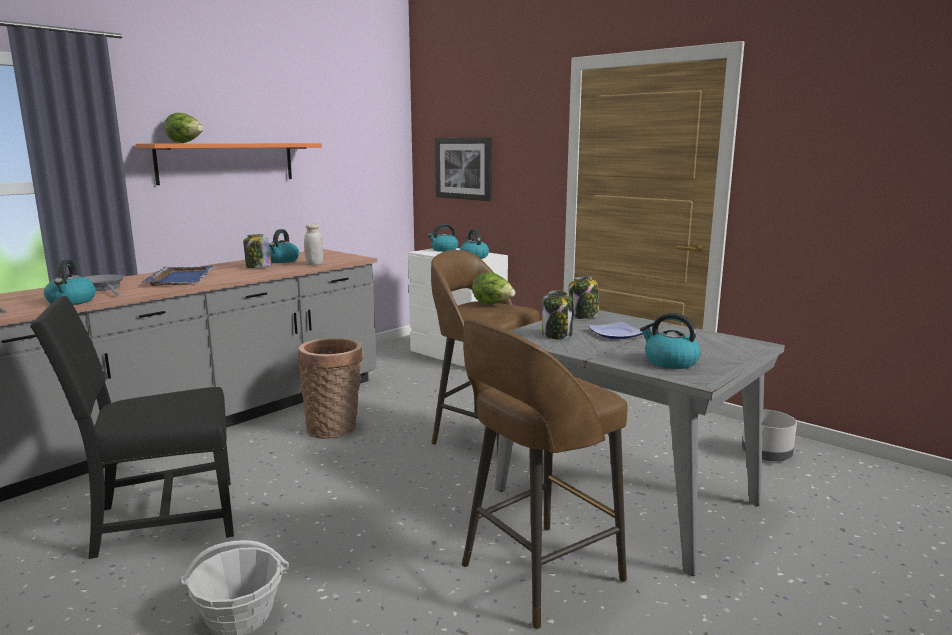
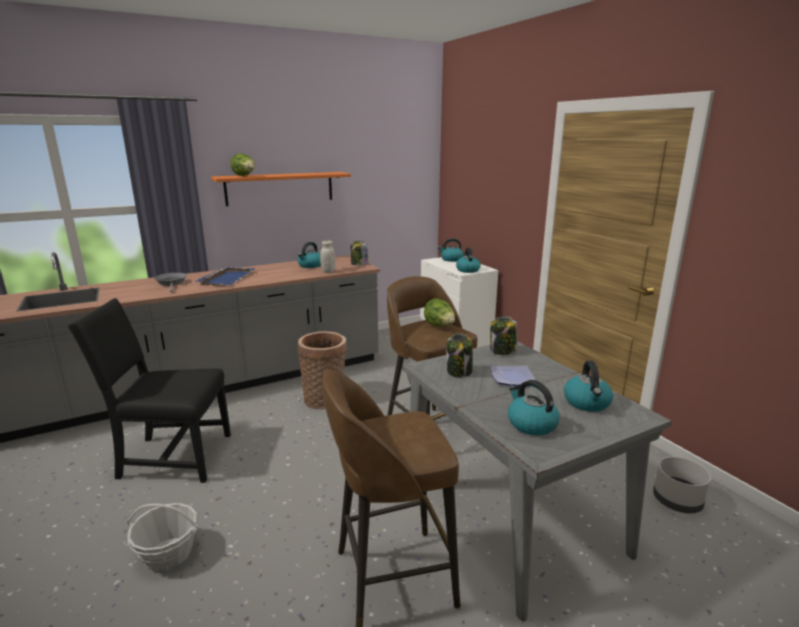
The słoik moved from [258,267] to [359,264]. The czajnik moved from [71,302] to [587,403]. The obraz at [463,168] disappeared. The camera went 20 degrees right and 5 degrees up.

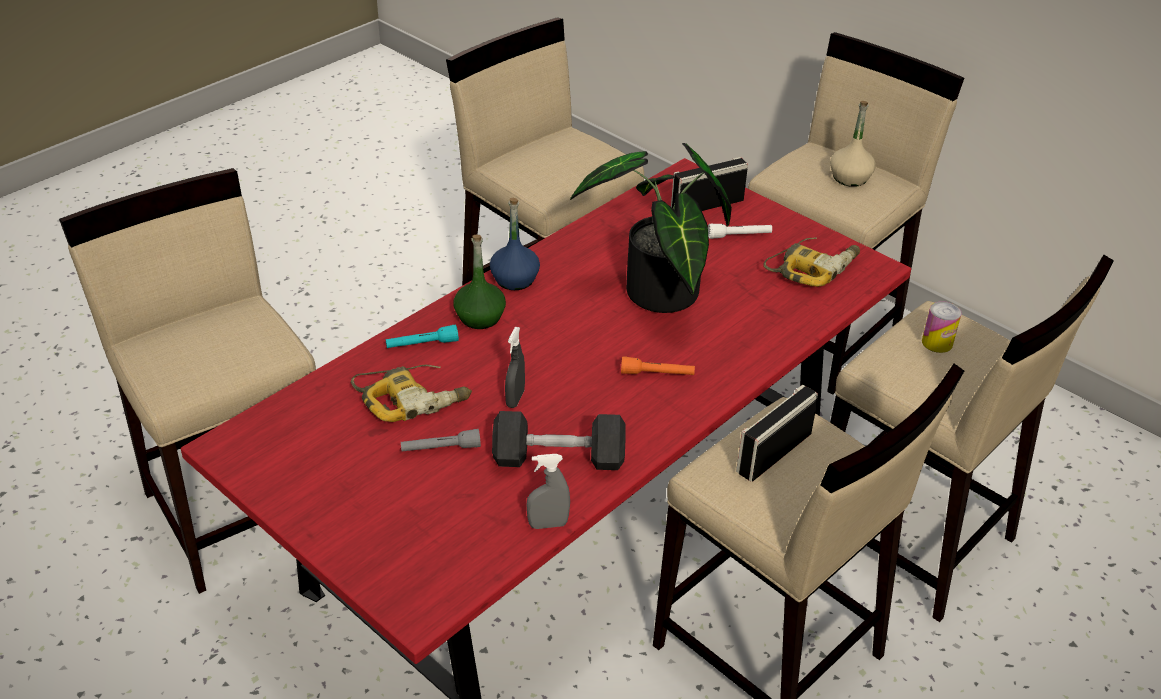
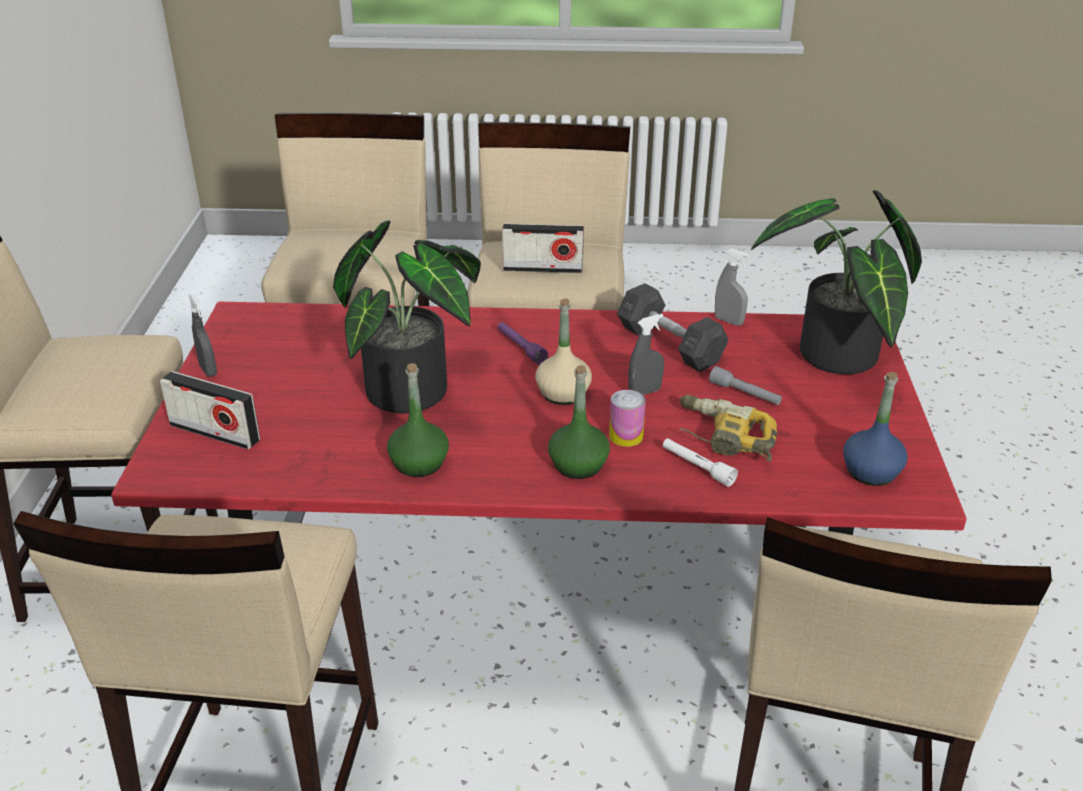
The spryskiwacz [szary] at [208,370] appeared. The butelka [zielony] at [419,463] appeared. The latarka [pomarańczowy] at [657,374] became the latarka [fioletowy] at [520,348]. The butelka [beżowy] moved from [850,178] to [563,393]. The puszka moved from [937,342] to [626,436]. The latarka [biały] moved from [739,236] to [697,467]. The roślina doniczkowa at [835,360] appeared. The butelka [niebieski] moved from [515,279] to [871,472]. The latarka [turkusowy] at [422,344] disappeared. The wiertarka at [812,267] disappeared. The camera went 130 degrees left and 5 degrees down.

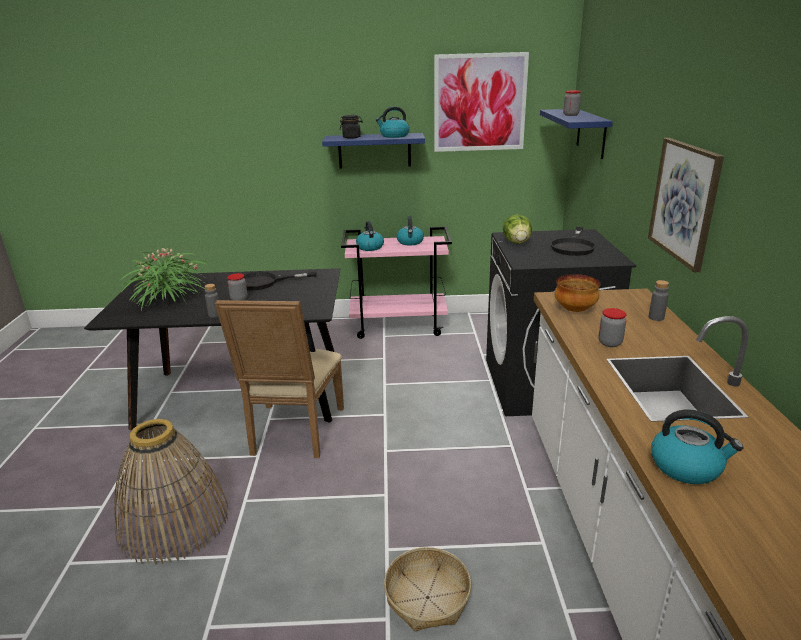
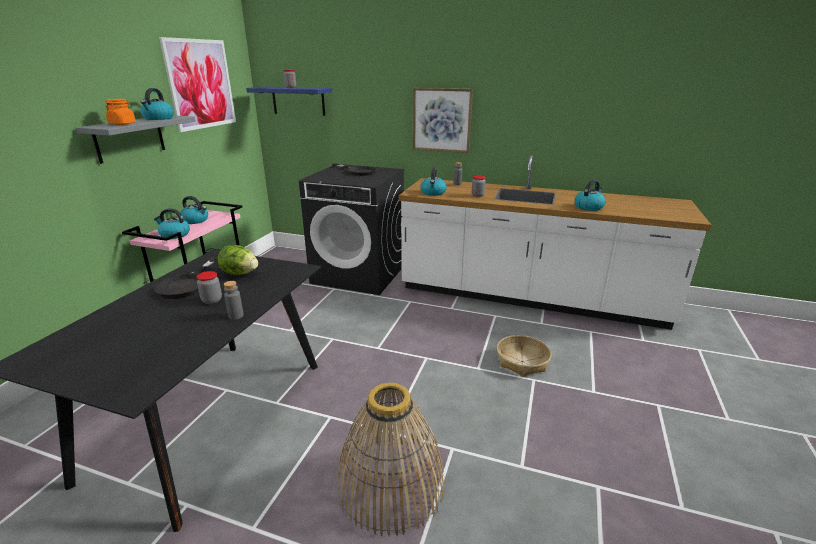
The półka [niebieski] at [374,150] became the półka [szary] at [130,138]. The słoik [czarny] at [351,137] became the słoik [pomarańczowy] at [122,124]. The sałata moved from [517,243] to [240,273]. The miska at [575,310] was replaced by the czajnik at [433,193]. The roślina doniczkowa at [168,297] disappeared. The krzesło [beżowy] at [293,434] disappeared. The camera went 70 degrees left and 0 degrees up.

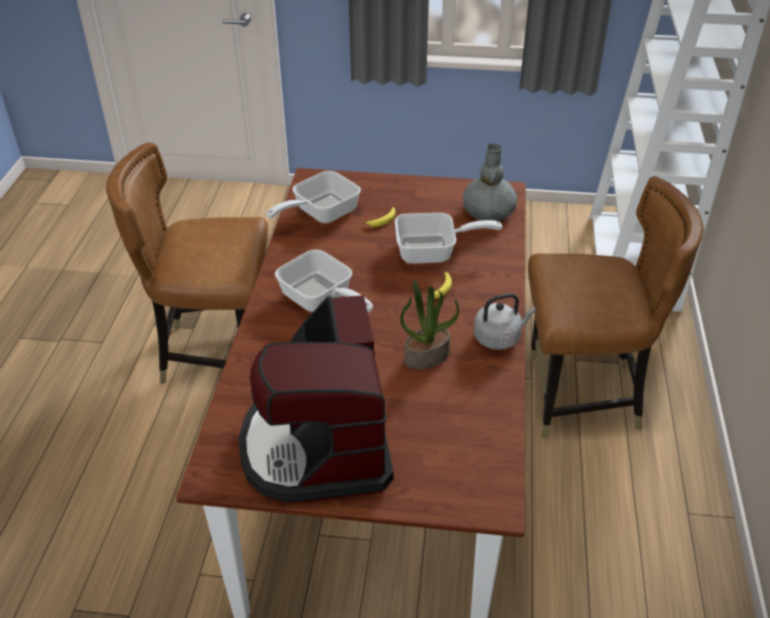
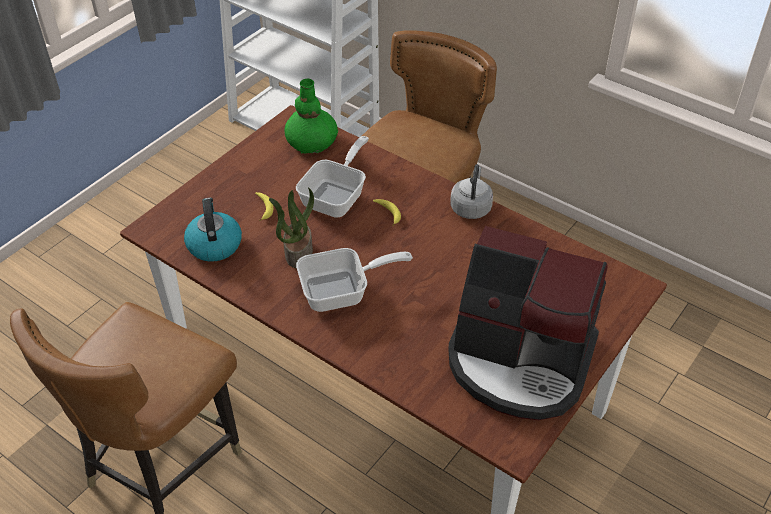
The patelnia at [320,213] was replaced by the czajnik at [214,244]. The roślina doniczkowa moved from [427,356] to [298,252]. The wazon [szary] at [488,211] became the wazon [zielony] at [311,142]. The camera went 60 degrees left and 5 degrees up.

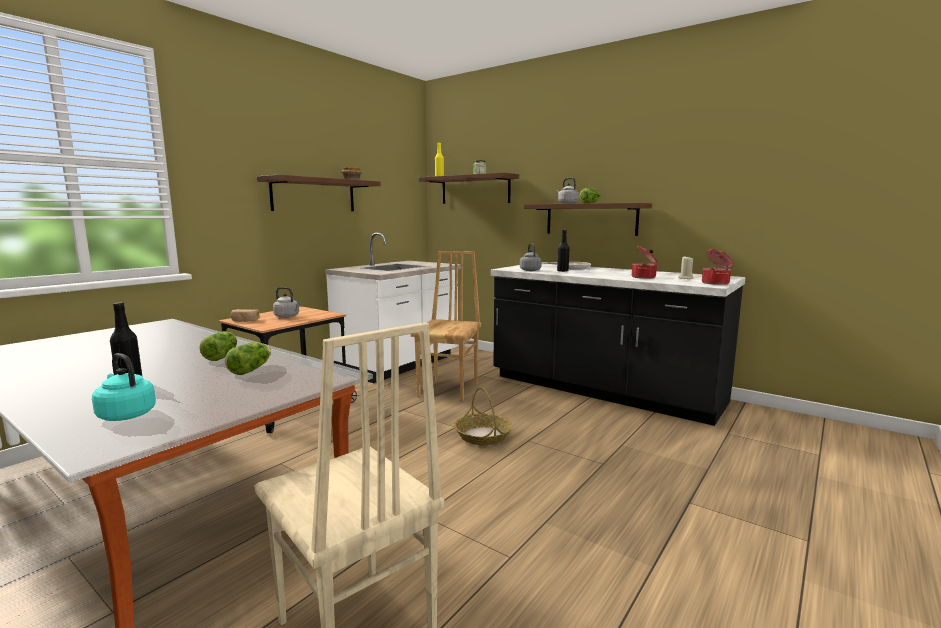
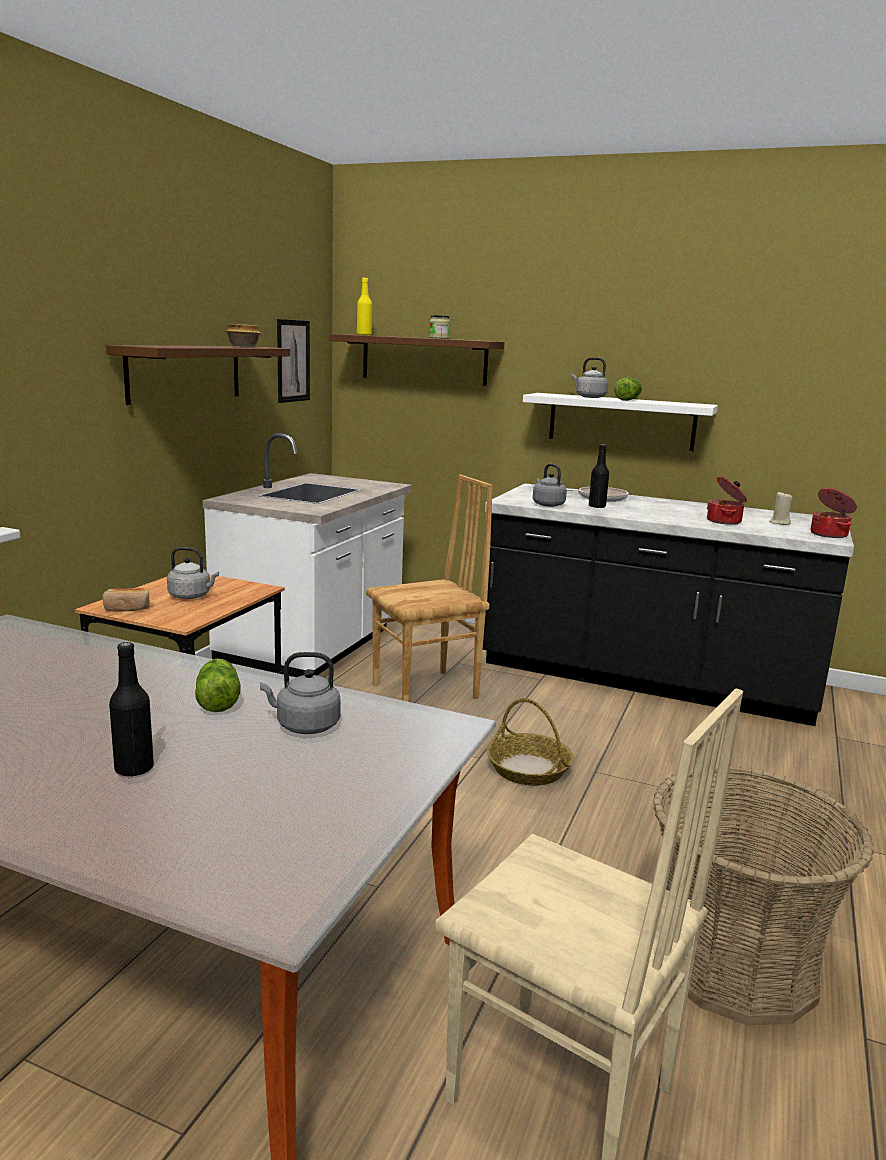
The sałata at [252,369] was replaced by the czajnik [szary] at [304,726]. The obraz at [293,361] appeared. The krzesło [brązowy] at [449,389] turned 60 degrees clockwise. The półka [brązowy] at [591,219] became the półka [biały] at [621,421]. The koszyk at [735,962] appeared. The czajnik [turkusowy] at [125,414] disappeared. The camera went 15 degrees left and 5 degrees up.

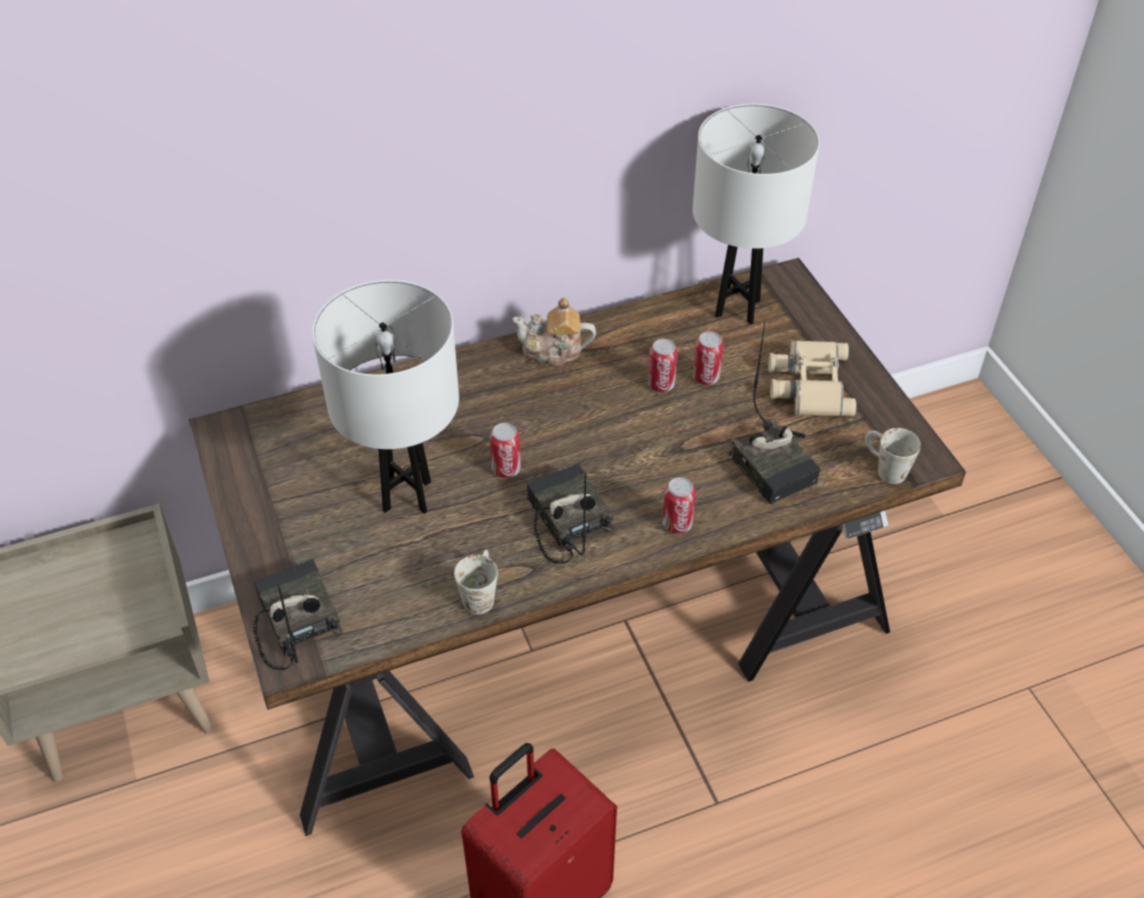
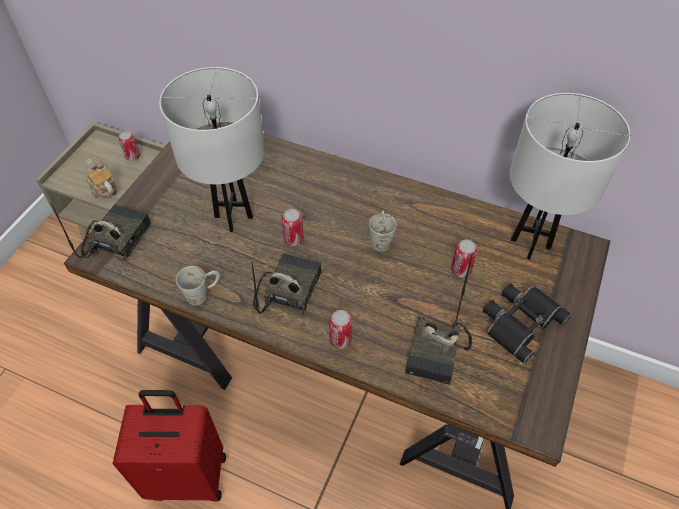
The imbryk moved from [553,351] to [103,188]. The puszka moved from [661,384] to [133,156]. The kubek [biały] moved from [884,468] to [380,238]. The lornetka [beżowy] at [808,384] became the lornetka [czarny] at [520,321]. The camera went 45 degrees right and 5 degrees up.

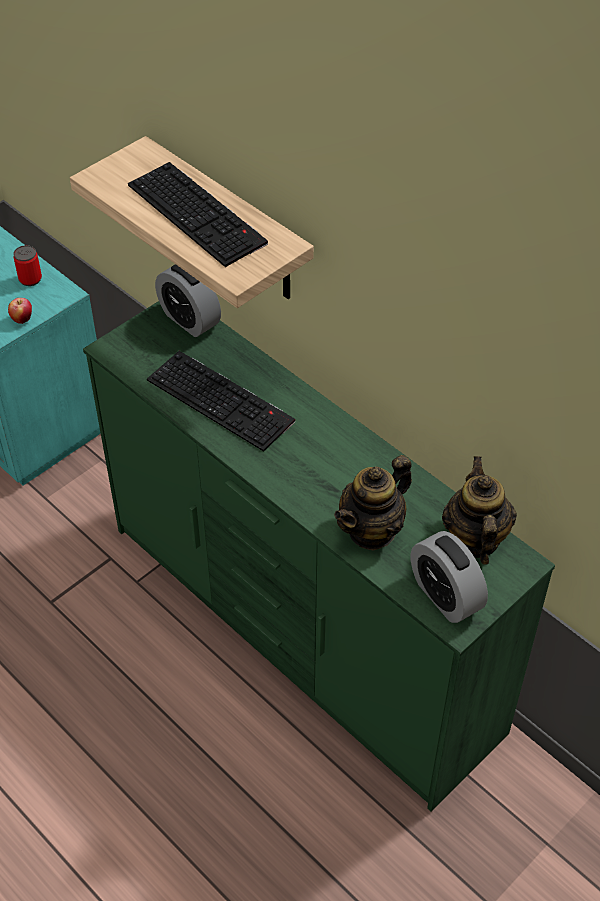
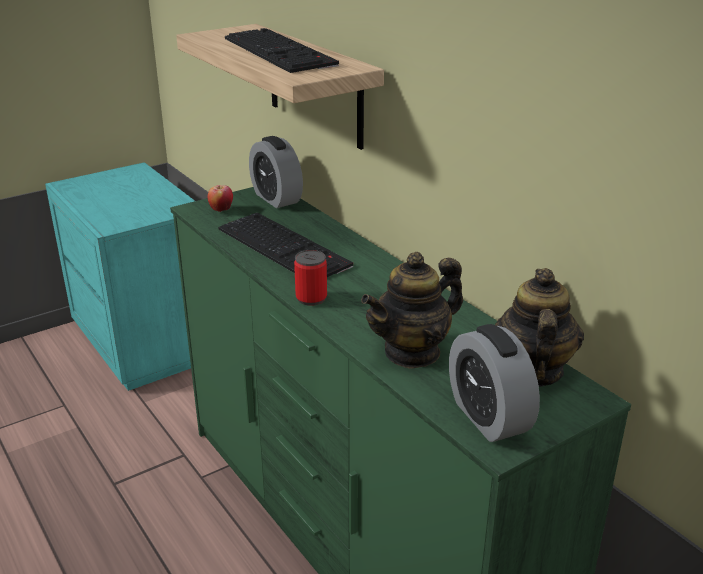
The jabłko moved from [22,319] to [221,210]. The puszka moved from [30,279] to [311,298]. The camera went 10 degrees right and 20 degrees down.

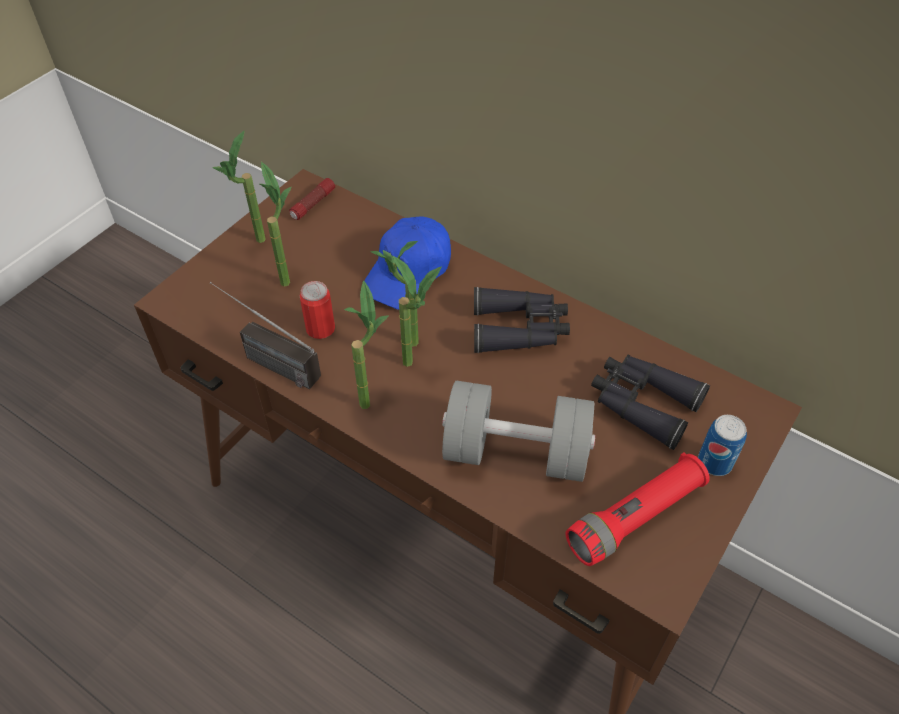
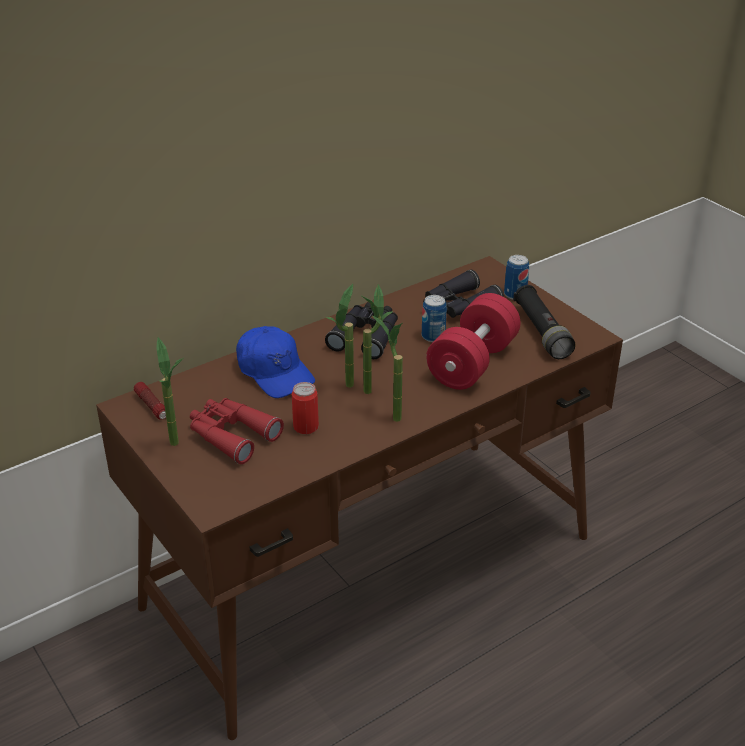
The roślina doniczkowa at [286,275] was replaced by the lornetka [czerwony] at [231,435]. The puszka at [433,336] appeared. The hantel [szary] at [515,452] became the hantel [czerwony] at [472,363]. The latarka [czerwony] at [635,518] became the latarka [czarny] at [541,332]. The radio at [265,360] disappeared. The camera went 70 degrees left and 15 degrees down.

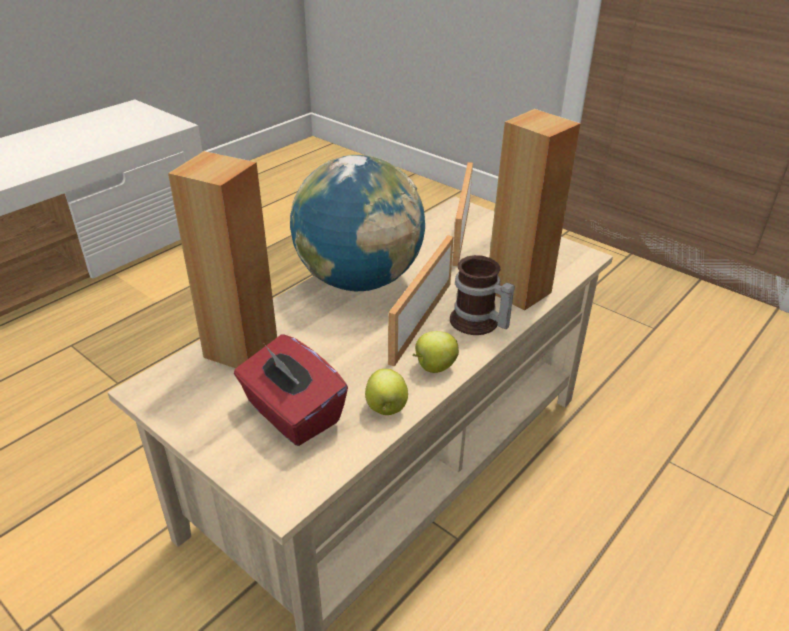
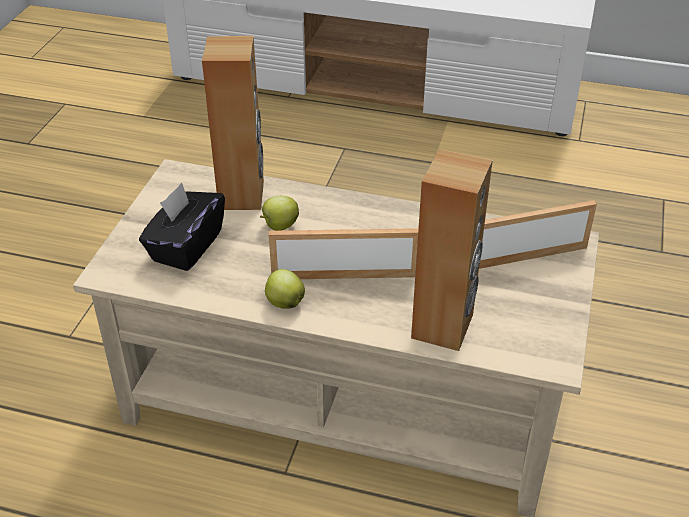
The pudełko chusteczek [czerwony] at [292,414] became the pudełko chusteczek [czarny] at [186,246]. The jabłko moved from [386,408] to [279,226]. The globus at [359,281] disappeared. The kubek at [477,323] disappeared. The camera went 65 degrees right and 5 degrees up.

